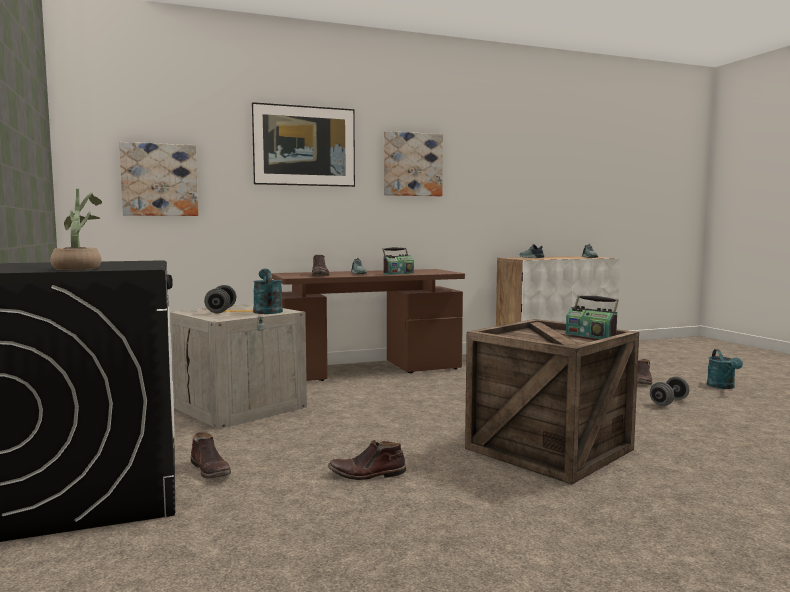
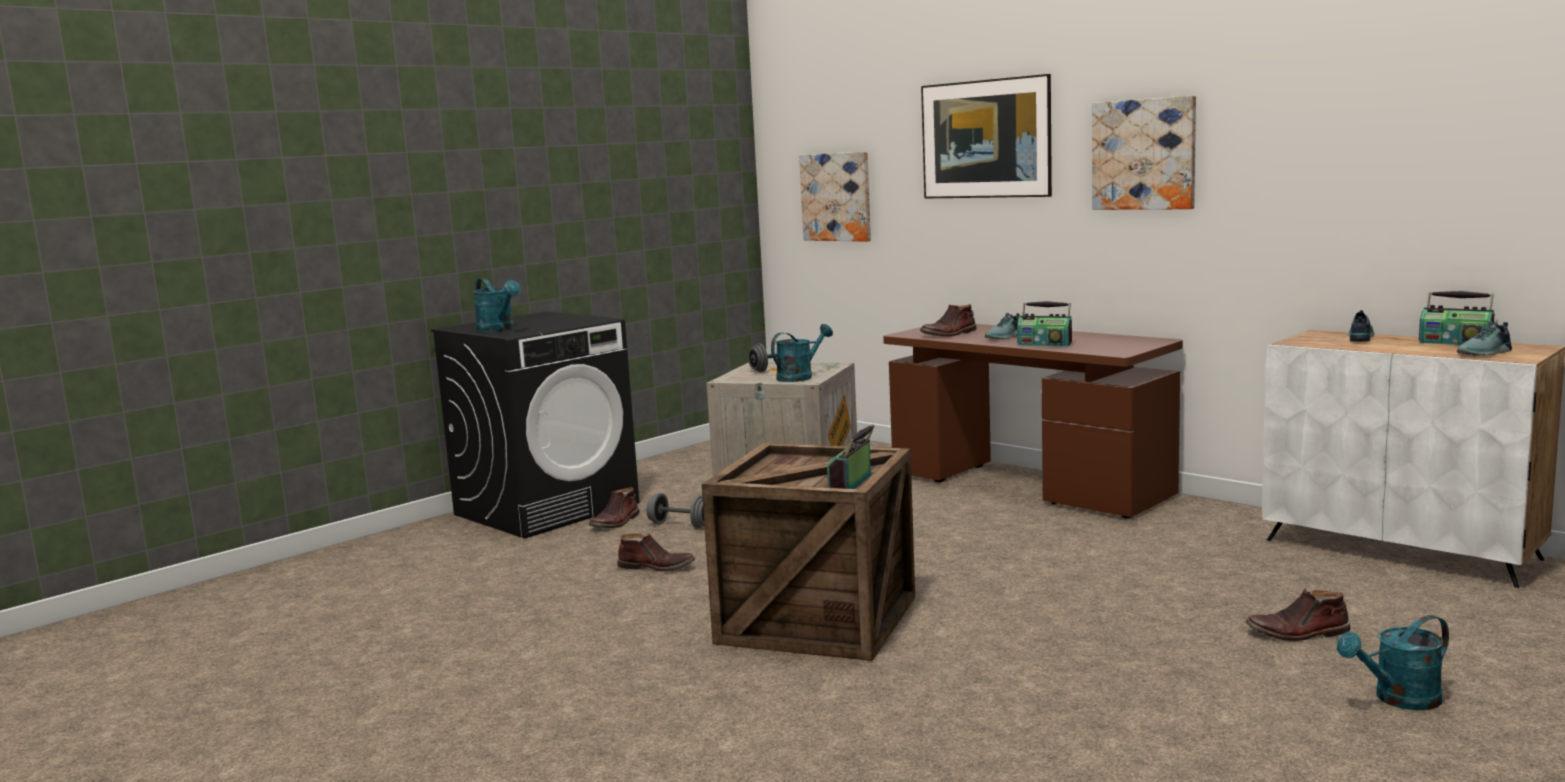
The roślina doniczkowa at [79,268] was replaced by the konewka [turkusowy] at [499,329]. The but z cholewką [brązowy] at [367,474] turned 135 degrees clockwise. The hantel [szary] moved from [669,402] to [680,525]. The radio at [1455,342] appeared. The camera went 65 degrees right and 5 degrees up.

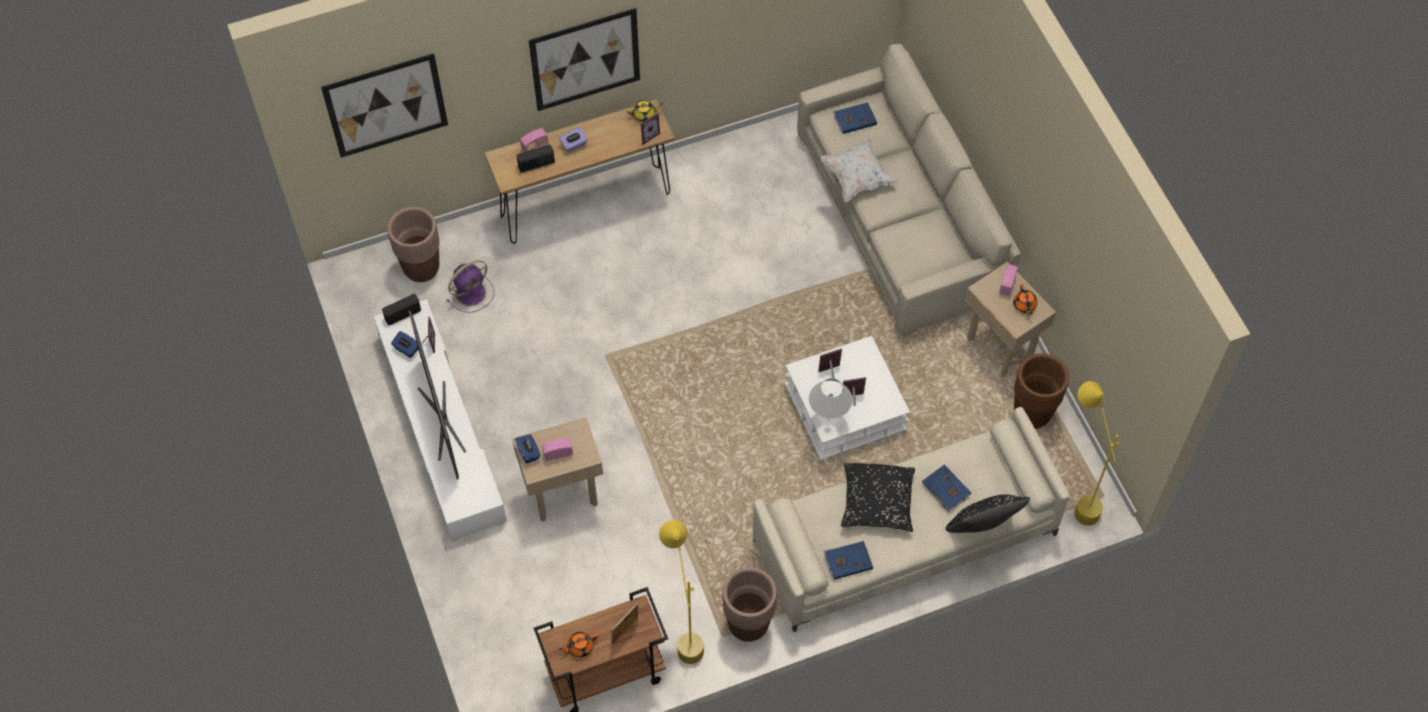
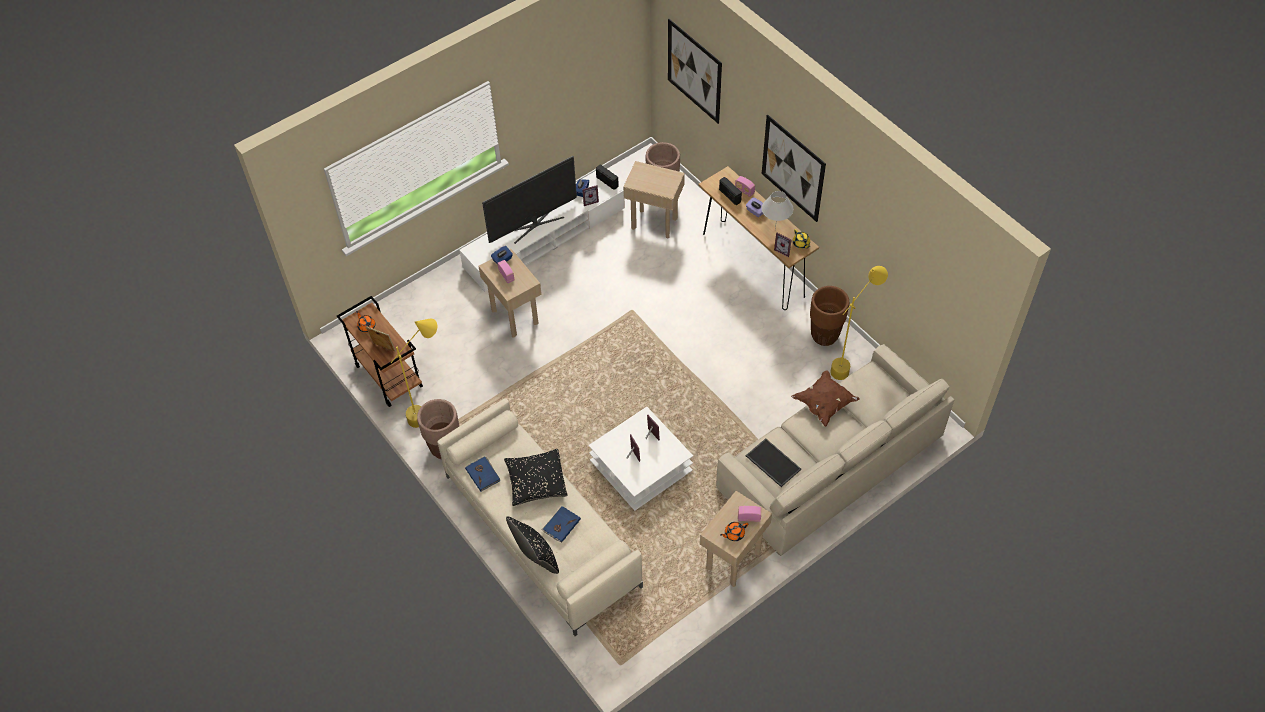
The wentylator [fioletowy] at [472,293] was replaced by the stolik [beżowy] at [654,223]. The taca at [772,463] appeared. The lampa stołowa [biały] moved from [828,421] to [775,230]. The poduszka [biały] at [857,177] became the poduszka [brązowy] at [824,403]. The donica [brązowy] moved from [1032,414] to [824,335]. The lampa stojąca [żółty] moved from [1075,496] to [849,363]. The książka [niebieski] at [854,119] disappeared. The camera went 75 degrees right and 5 degrees down.

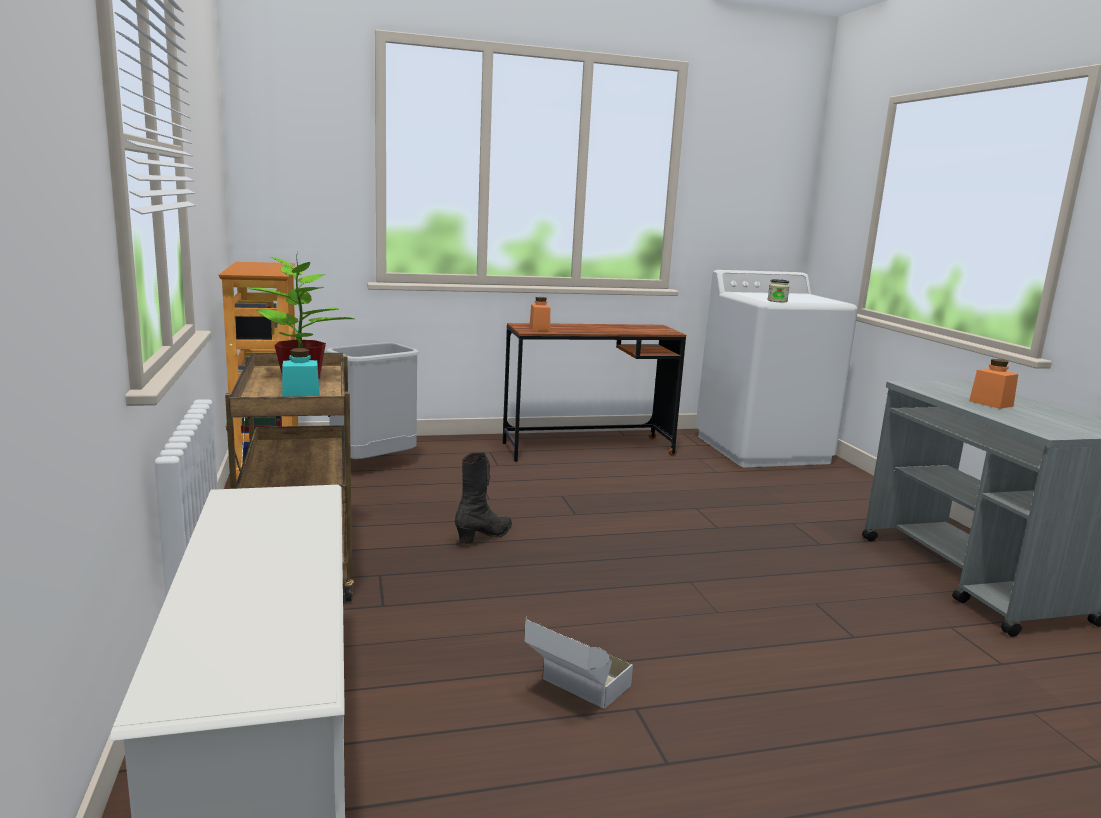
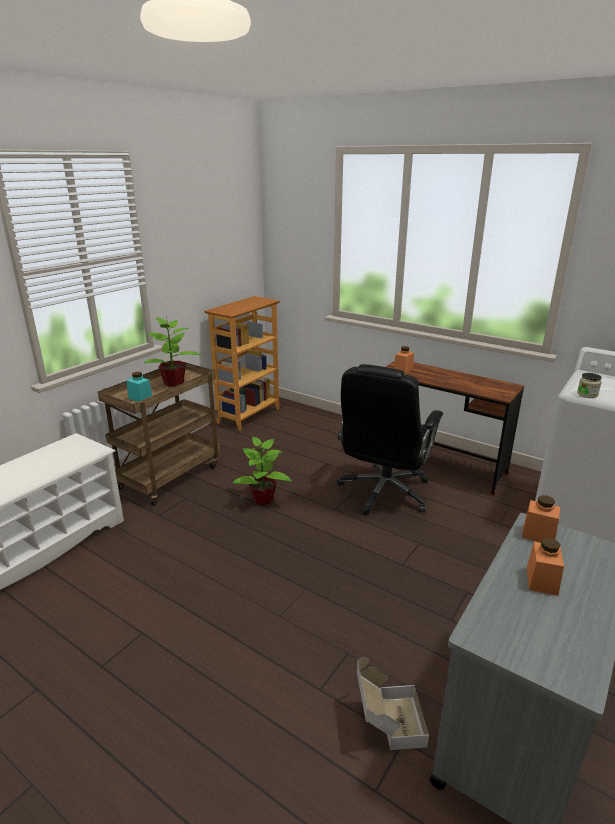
The but z cholewką [czarny] at [485,536] was replaced by the roślina doniczkowa at [263,500]. The krzesło biurowe [czarny] at [384,492] appeared. The karton moved from [575,692] to [387,723]. The słoik [pomarańczowy] at [538,534] appeared. The kosz na śmieci [szary] at [373,463] disappeared. The camera went 50 degrees right and 10 degrees up.

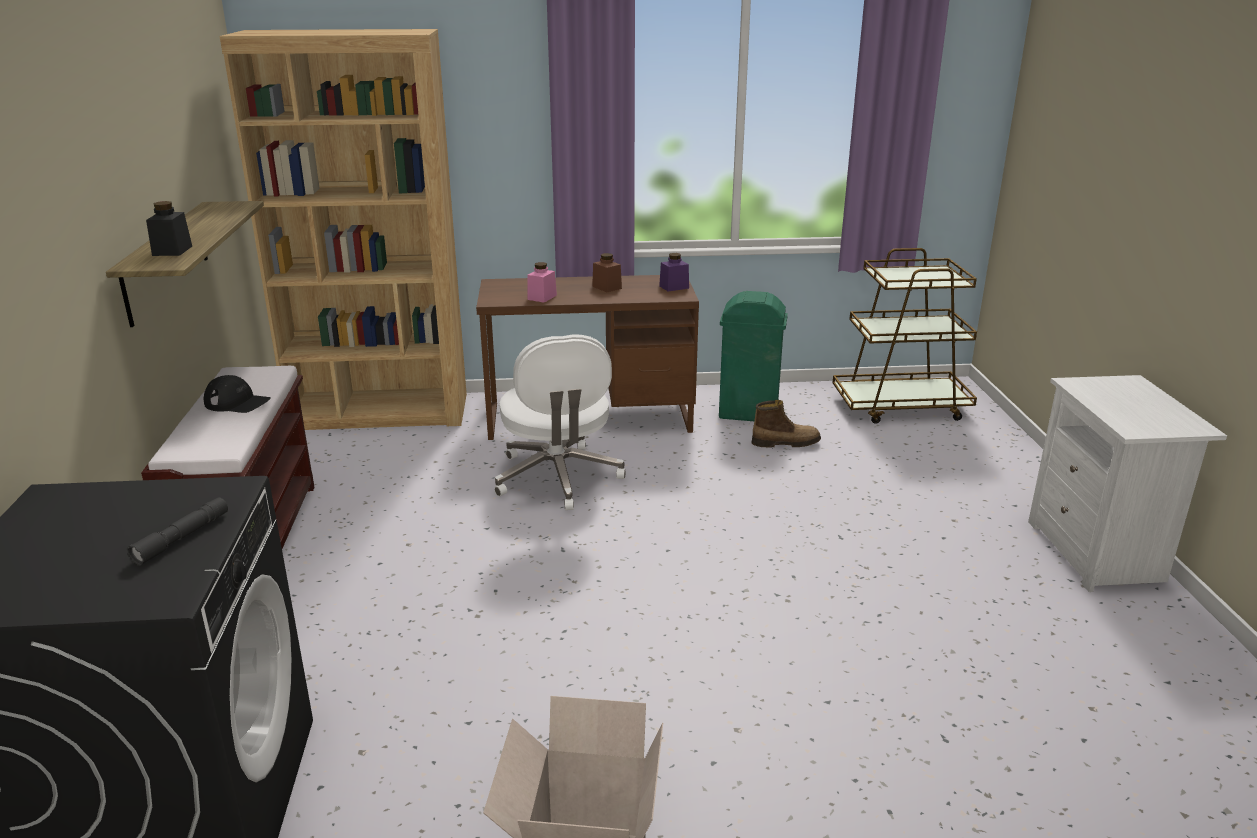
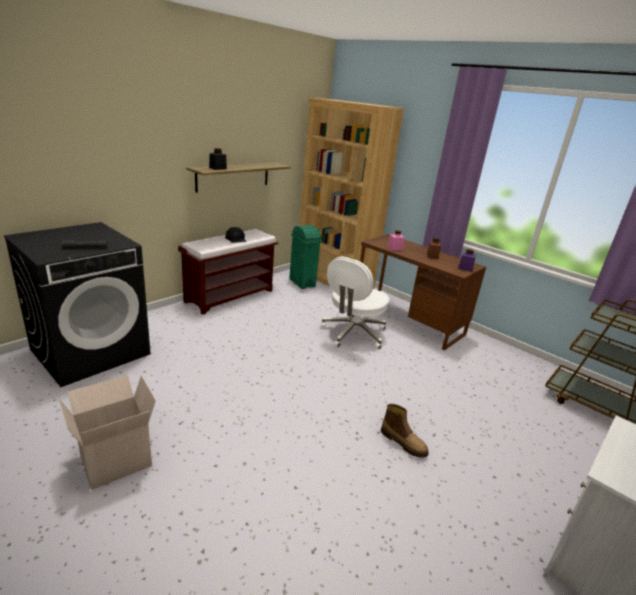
The kosz na śmieci [zielony] moved from [749,414] to [302,283]. The but z cholewką moved from [785,443] to [403,443]. The camera went 45 degrees right and 0 degrees up.

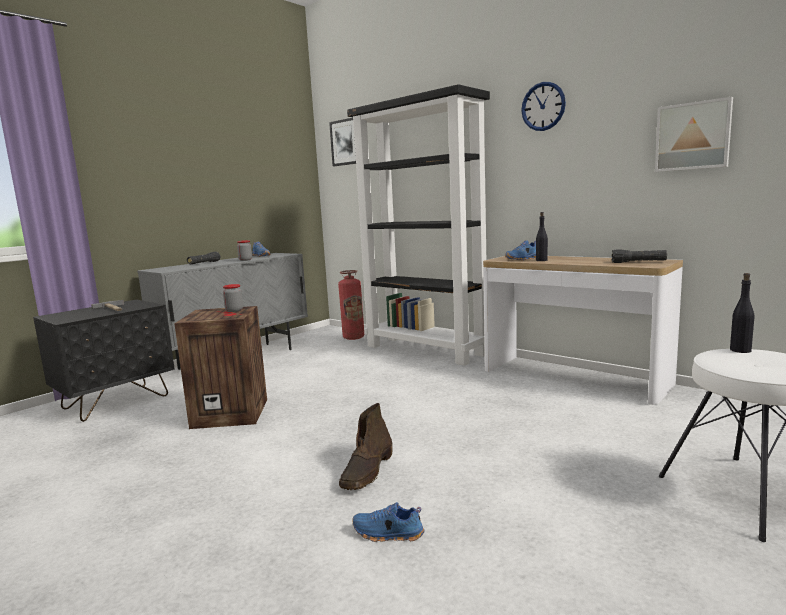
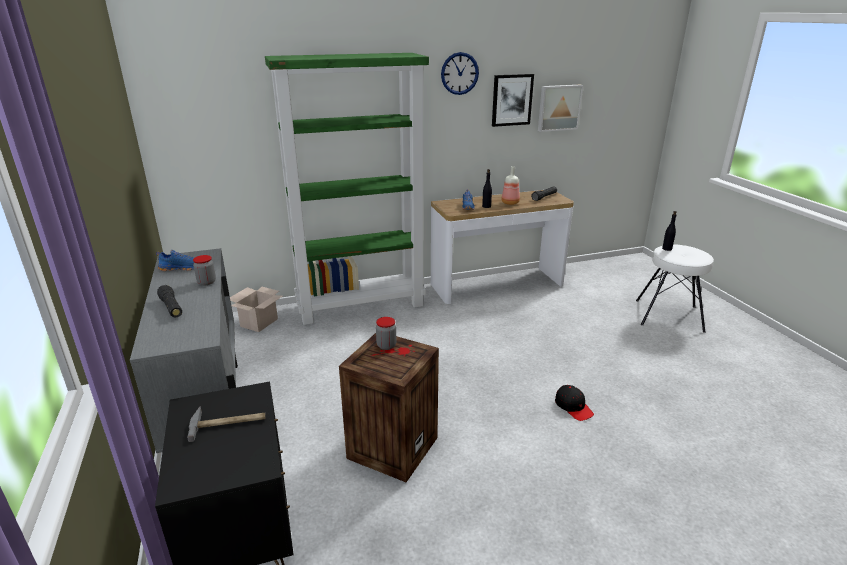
The gaśnica at [353,337] was replaced by the karton at [259,322]. The regał [czarny] at [426,350] became the regał [zielony] at [361,305]. The obraz moved from [345,142] to [511,100]. The butelka at [510,203] appeared. The but z cholewką [brązowy] at [367,471] was replaced by the czapka z daszkiem [czarny] at [573,407]. The but [niebieski] at [388,534] disappeared. The camera went 60 degrees left and 15 degrees up.

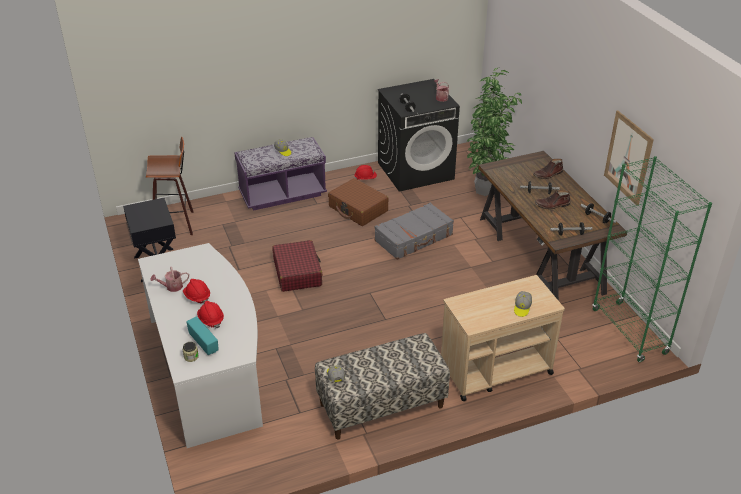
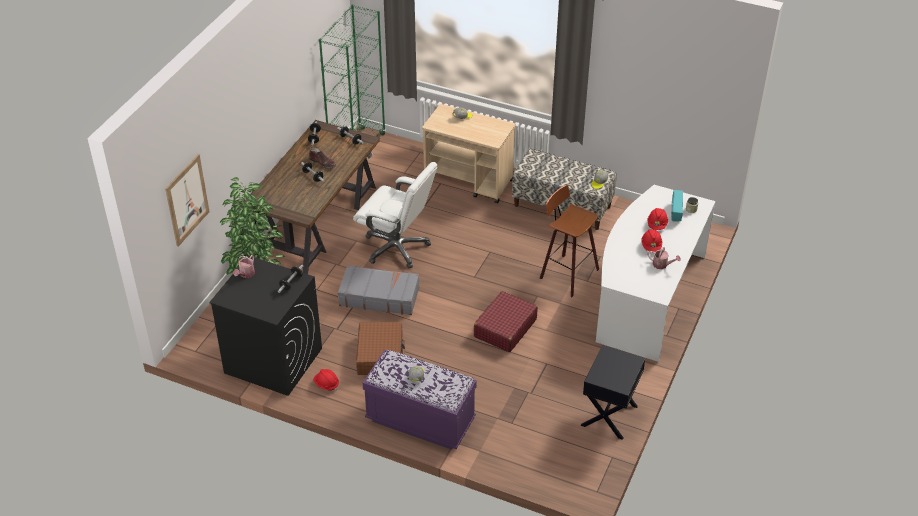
The obraz moved from [628,158] to [187,200]. The krzesło biurowe [biały] at [397,247] appeared. The stołek moved from [175,224] to [566,274]. The but z cholewką [brązowy] at [548,174] disappeared. The camera went 135 degrees left and 5 degrees up.

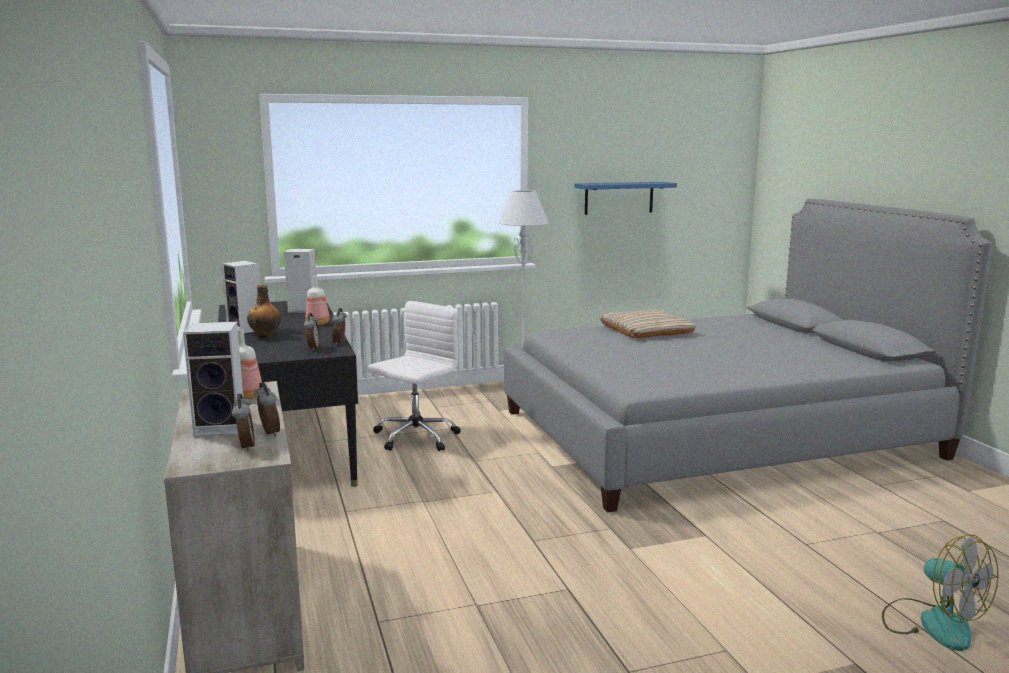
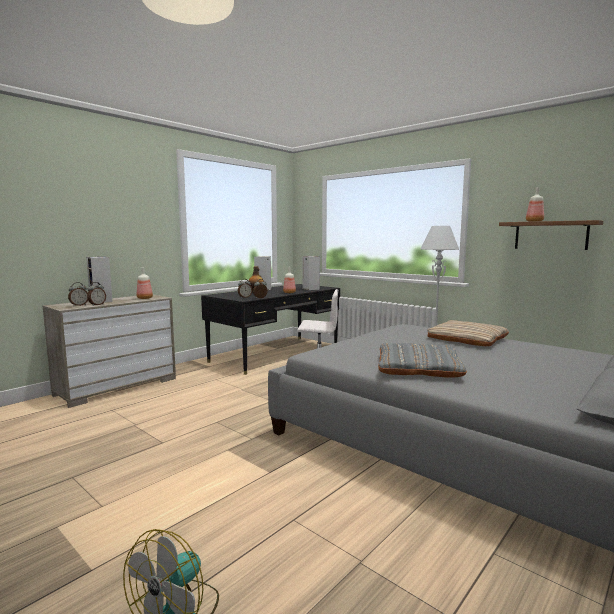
The poduszka [szary] at [418,367] appeared. The półka [niebieski] at [619,198] became the półka [brązowy] at [550,235]. The butelka at [533,221] appeared. The camera went 60 degrees right and 5 degrees down.

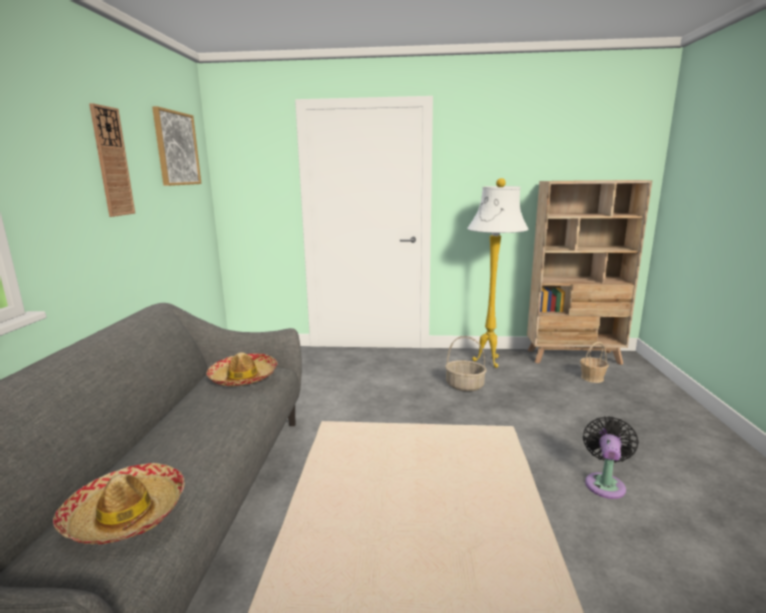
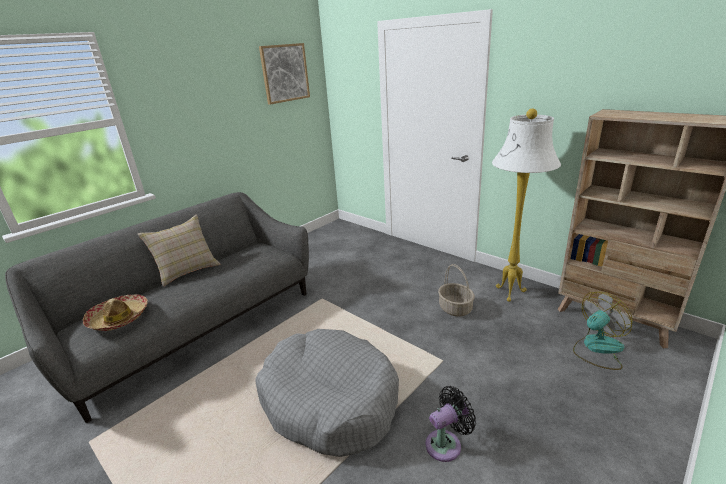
The poduszka [beżowy] at [187,270] appeared. The legowisko [szary] at [329,401] appeared. The koszyk at [592,378] was replaced by the wentylator at [597,348]. The zegar ścienny at [112,162] disappeared. The kapelusz at [243,377] disappeared. The camera went 40 degrees right and 10 degrees up.

